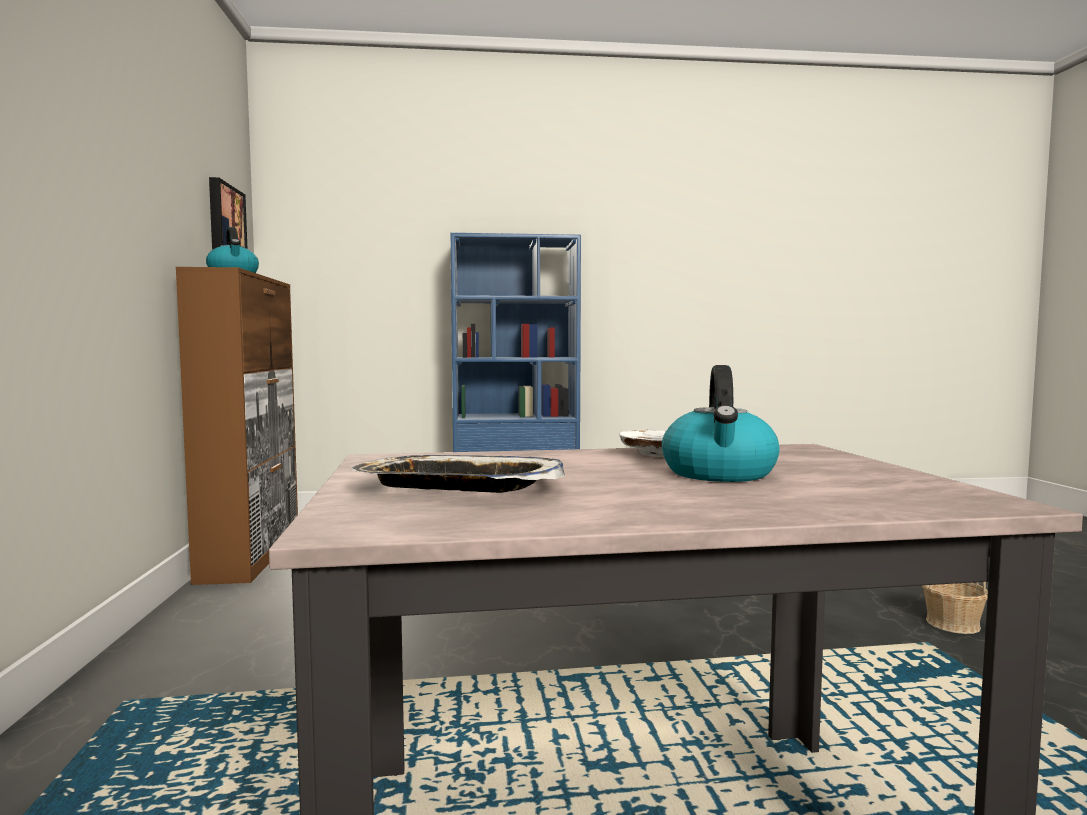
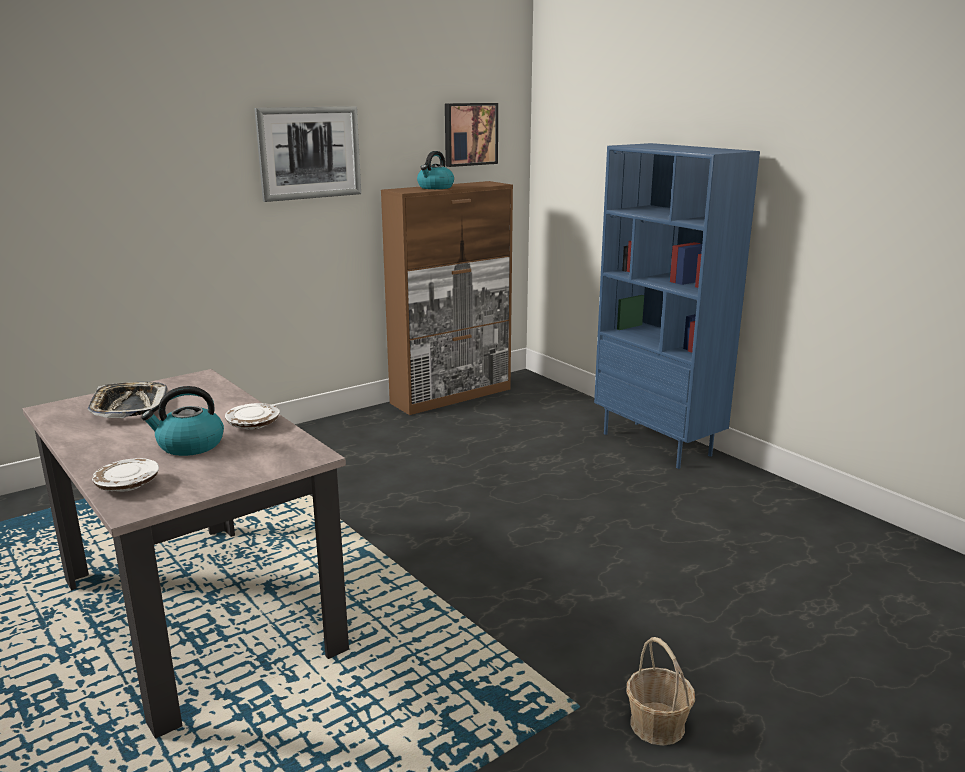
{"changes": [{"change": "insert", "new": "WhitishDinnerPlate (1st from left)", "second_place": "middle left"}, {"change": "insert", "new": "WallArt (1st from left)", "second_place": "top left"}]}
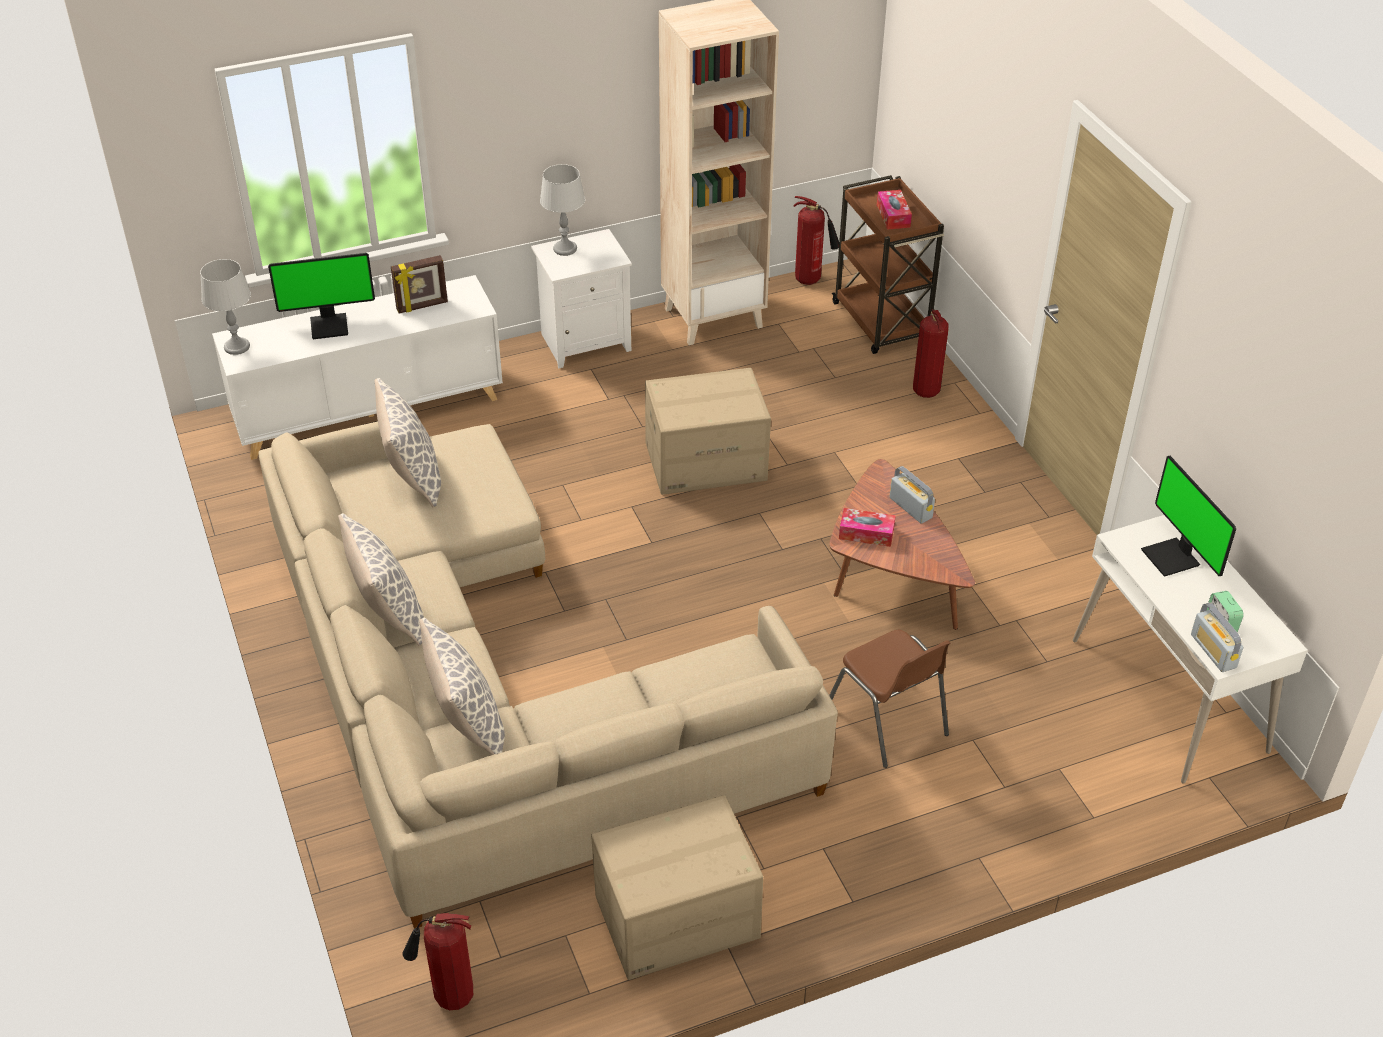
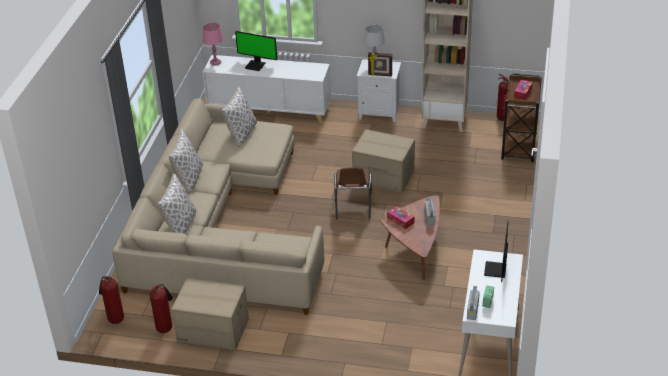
{"changes": [{"change": "recolor", "old": "GreyTabletopLamp (1st from left)", "new": "PinkColouredTabletopLamp", "first_place": "top left", "second_place": "top left"}, {"change": "move", "old": "PictureFrame", "first_place": "top left", "second_place": "top centre"}, {"change": "move", "old": "BrownPlainChair", "first_place": "bottom centre", "second_place": "centre"}, {"change": "move", "old": "Extinguisher (3rd from left in the first image)", "new": "Extinguisher (2nd from left)", "first_place": "middle right", "second_place": "bottom left"}]}
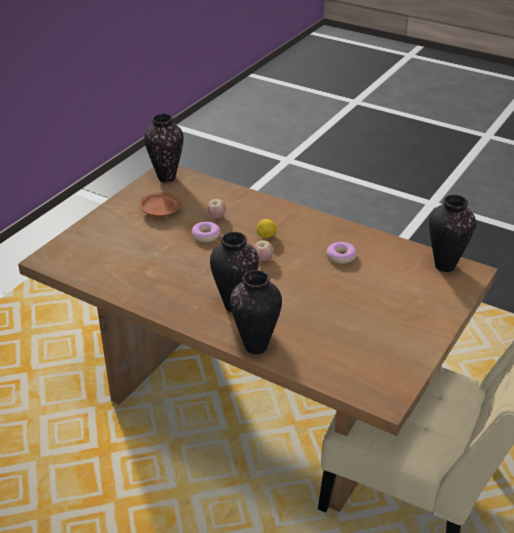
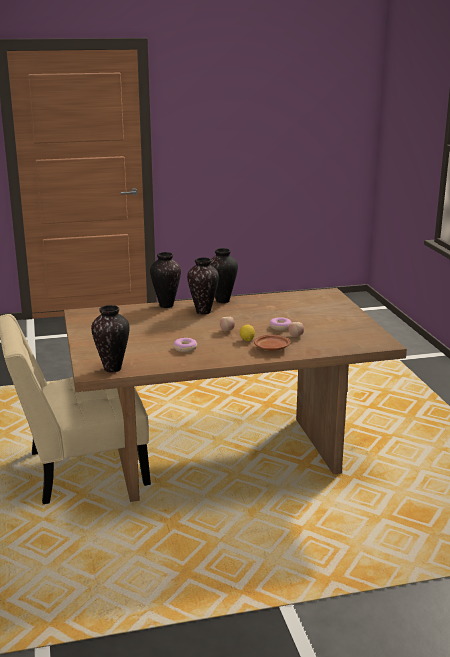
{"changes": [{"change": "move", "old": "BrownDinnerPlate", "first_place": "middle left", "second_place": "centre"}, {"change": "move", "old": "Vase (1st from left in the first image)", "new": "Vase (4th from left)", "first_place": "top left", "second_place": "centre"}]}
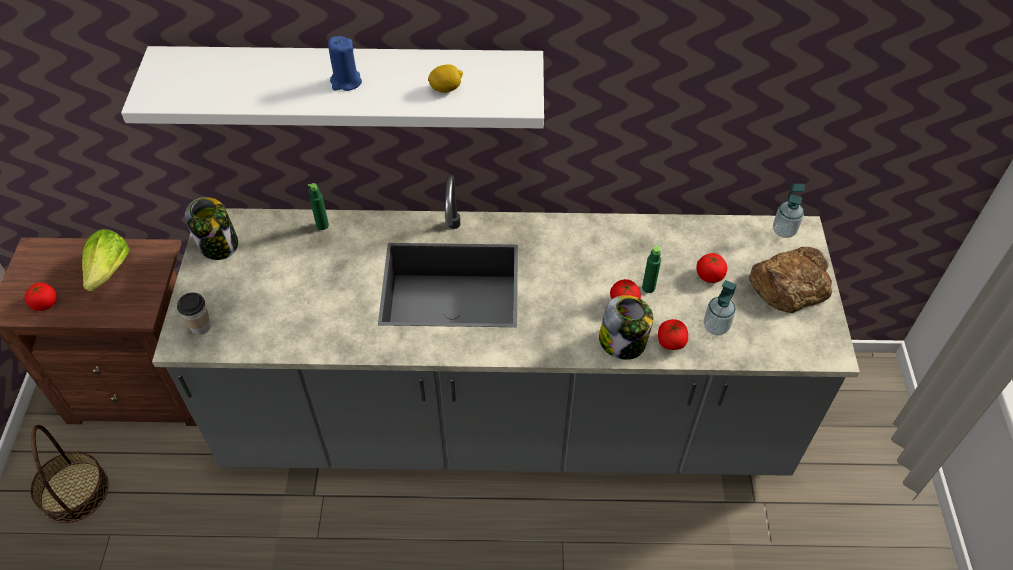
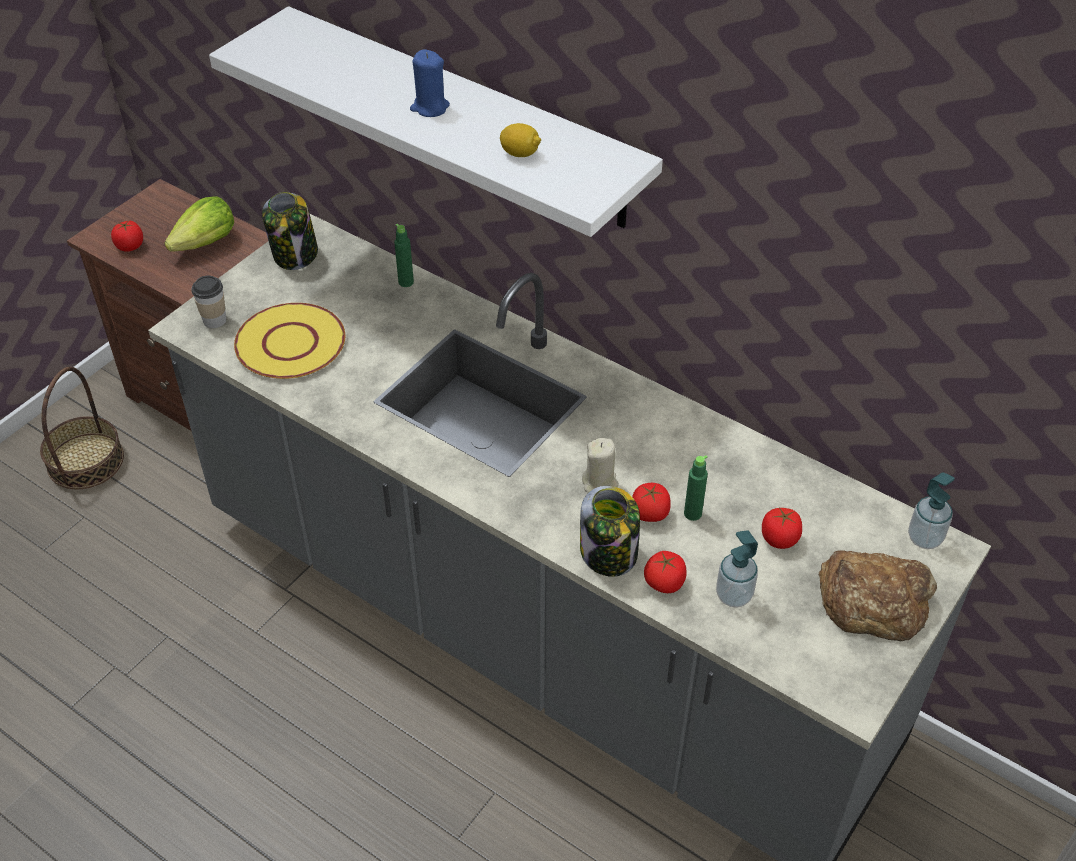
{"changes": [{"change": "insert", "new": "YellowDinnerPlate", "second_place": "middle left"}, {"change": "insert", "new": "BeigeCandle", "second_place": "centre"}]}
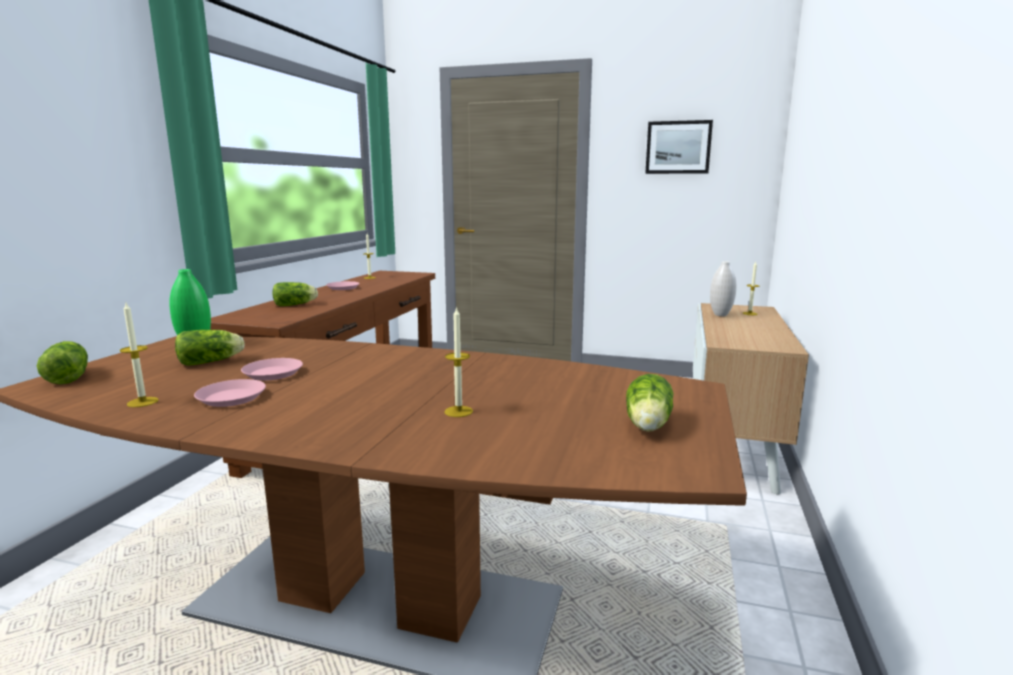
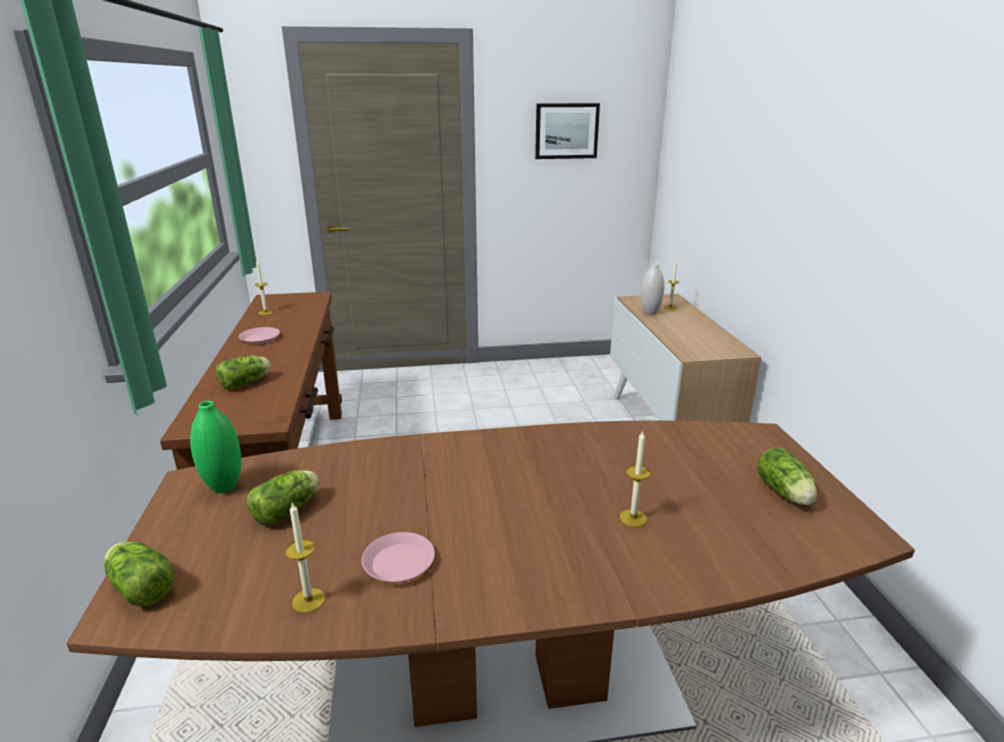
{"changes": [{"change": "delete", "old": "PinkColouredDinnerPlate (2nd from left)", "first_place": "middle left"}]}
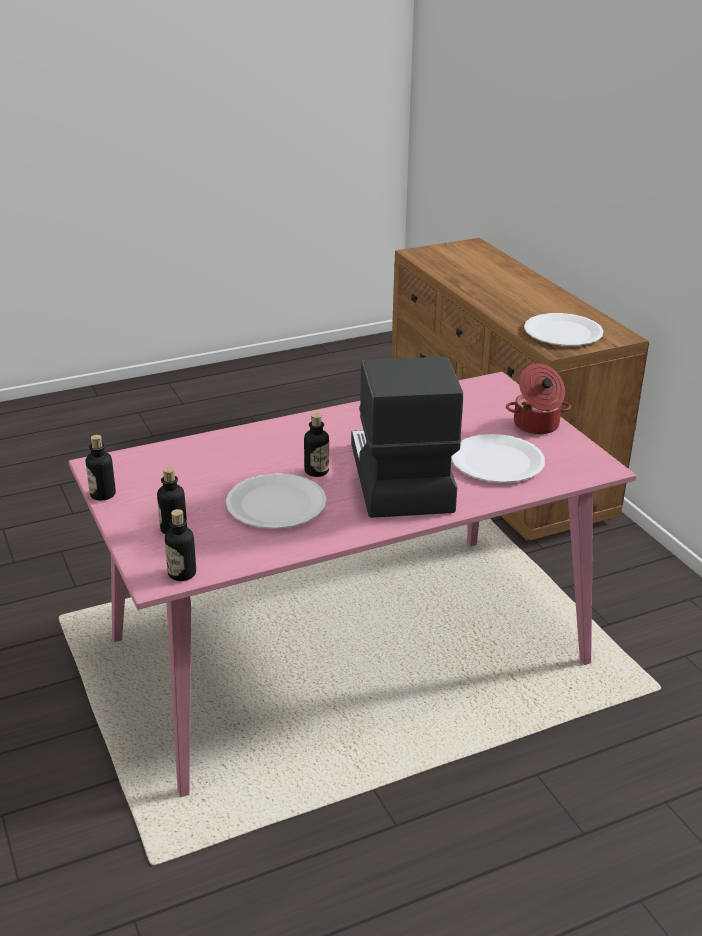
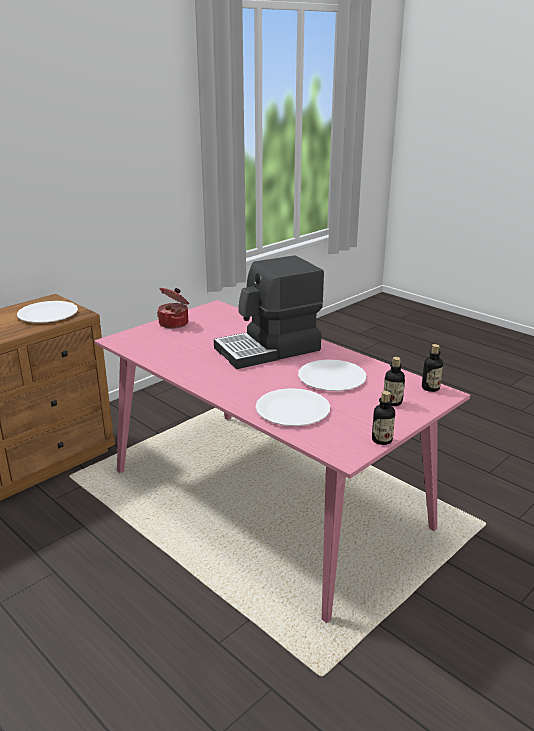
{"changes": [{"change": "delete", "old": "BeverageBottle (4th from left)", "first_place": "centre"}, {"change": "move", "old": "WhitishDinnerPlate (2nd from left)", "first_place": "middle right", "second_place": "centre"}]}
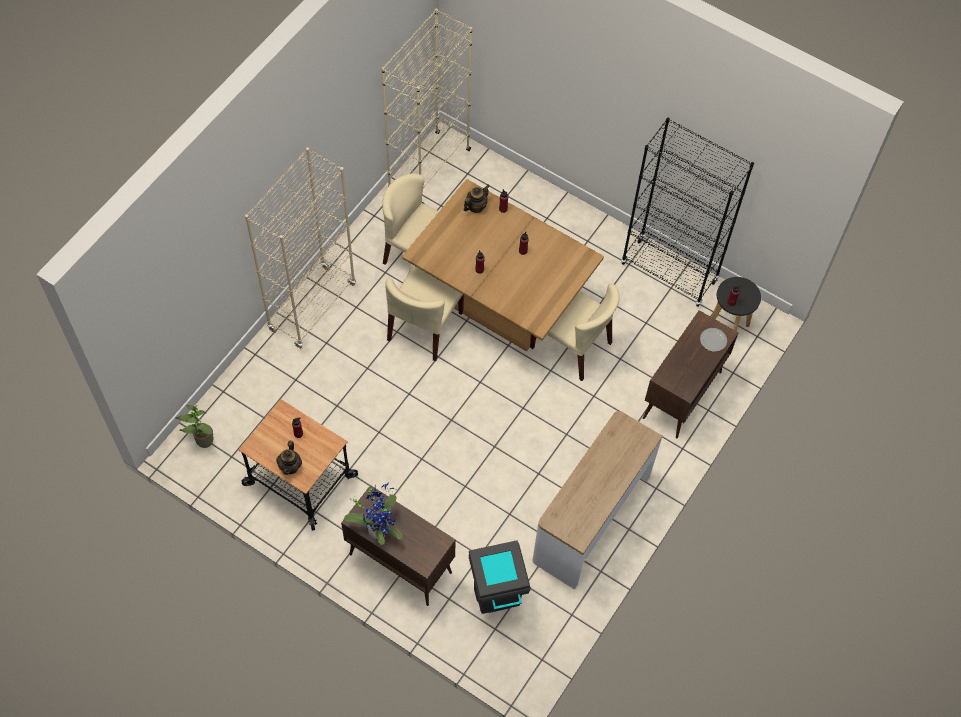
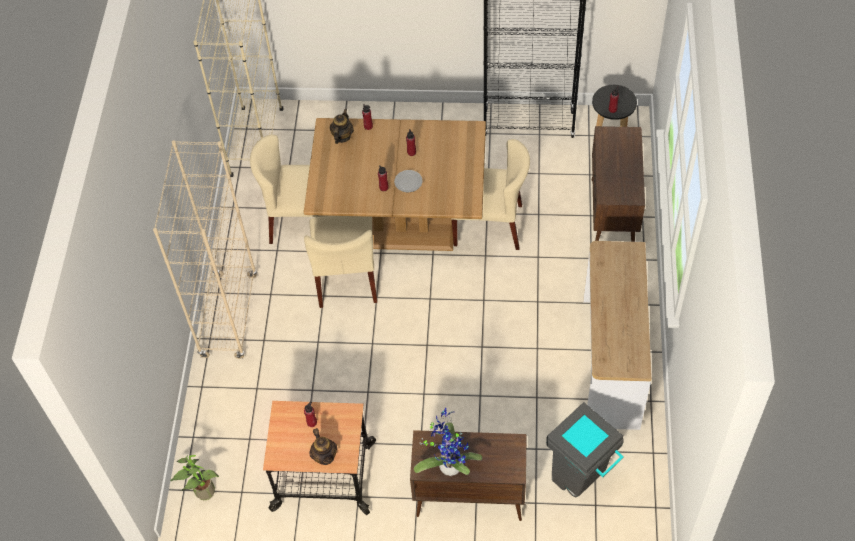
{"changes": [{"change": "move", "old": "DinnerPlate", "first_place": "middle right", "second_place": "centre"}]}
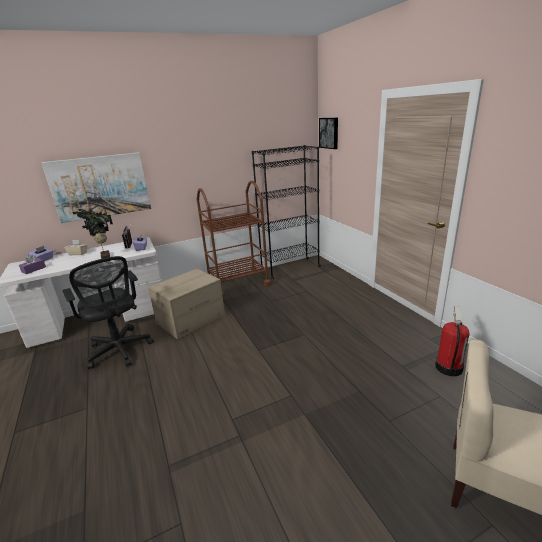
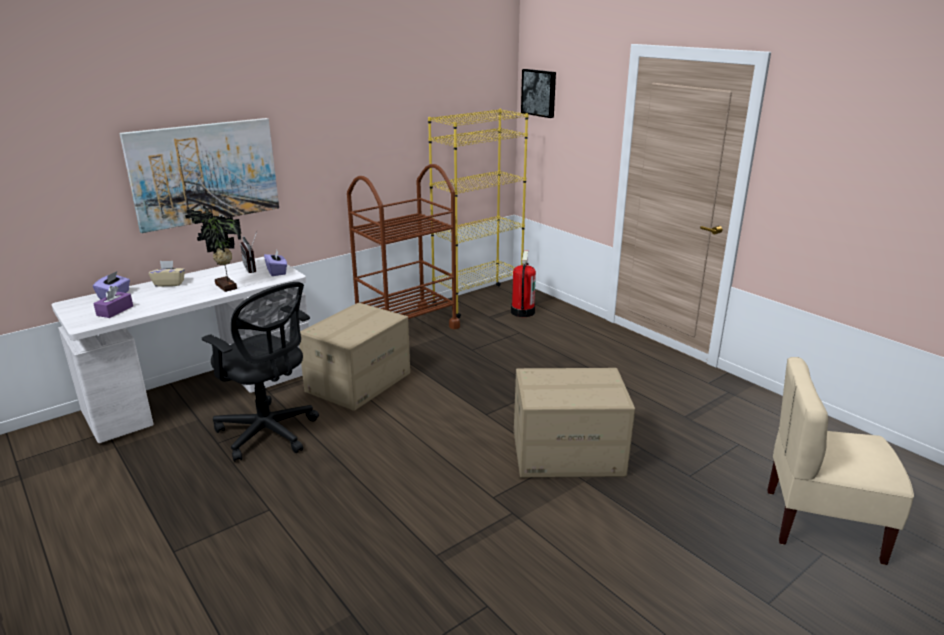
{"changes": [{"change": "recolor", "old": "BlackColouredBookshelf", "new": "YellowBookshelf", "first_place": "centre", "second_place": "centre"}, {"change": "move", "old": "Extinguisher", "first_place": "middle right", "second_place": "centre"}, {"change": "insert", "new": "PackingBox (2nd from left)", "second_place": "centre"}]}
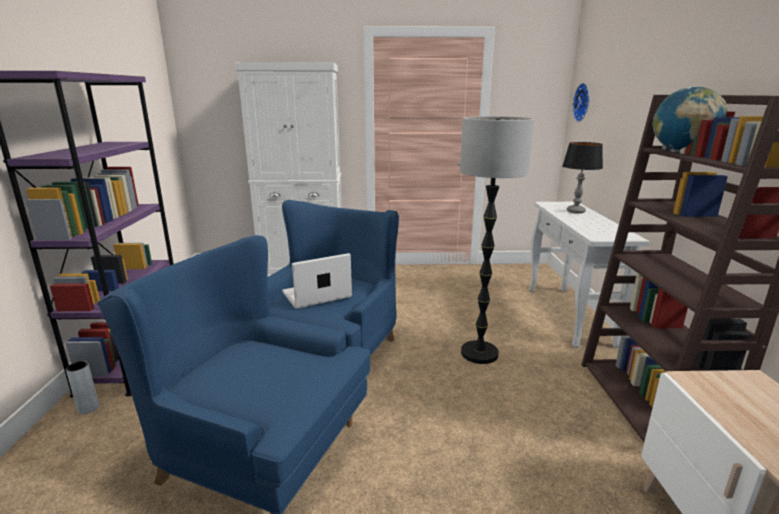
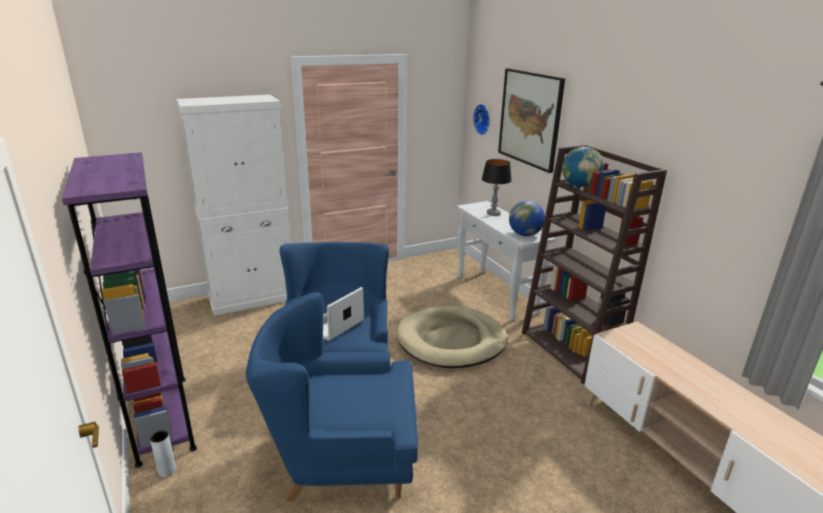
{"changes": [{"change": "replace", "old": "StandardLamp", "new": "BeigeDogCushion", "first_place": "centre", "second_place": "centre"}, {"change": "insert", "new": "WallArt", "second_place": "top centre"}, {"change": "insert", "new": "WorldGlobe (1st from left)", "second_place": "centre"}]}
